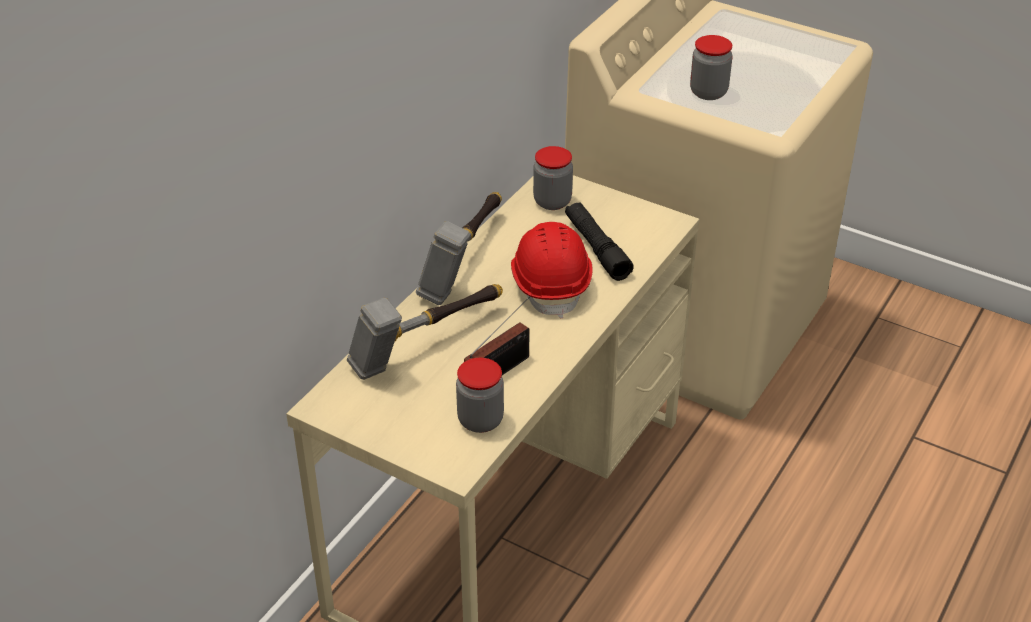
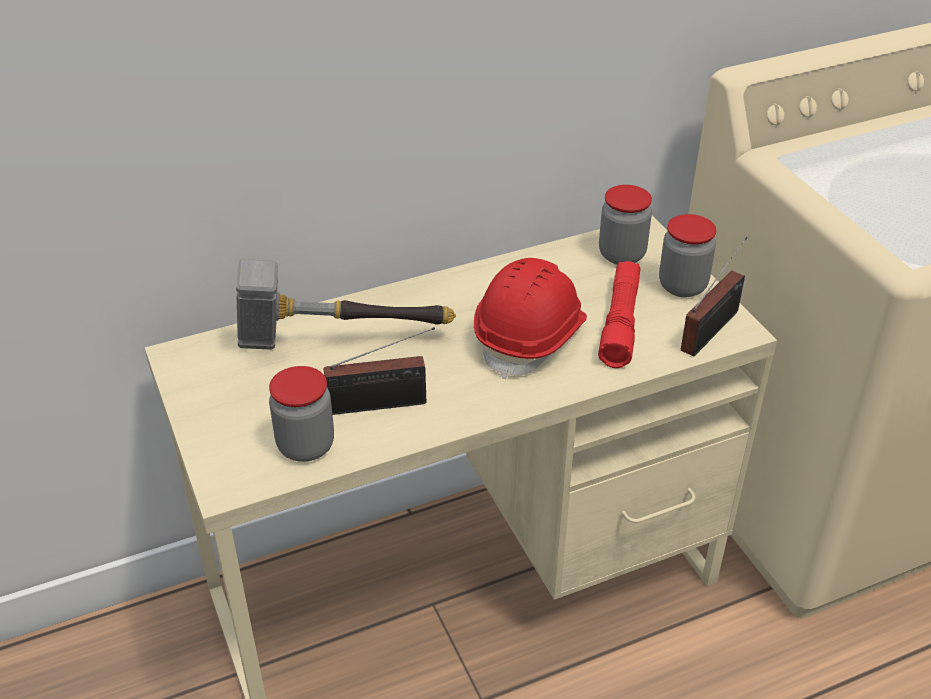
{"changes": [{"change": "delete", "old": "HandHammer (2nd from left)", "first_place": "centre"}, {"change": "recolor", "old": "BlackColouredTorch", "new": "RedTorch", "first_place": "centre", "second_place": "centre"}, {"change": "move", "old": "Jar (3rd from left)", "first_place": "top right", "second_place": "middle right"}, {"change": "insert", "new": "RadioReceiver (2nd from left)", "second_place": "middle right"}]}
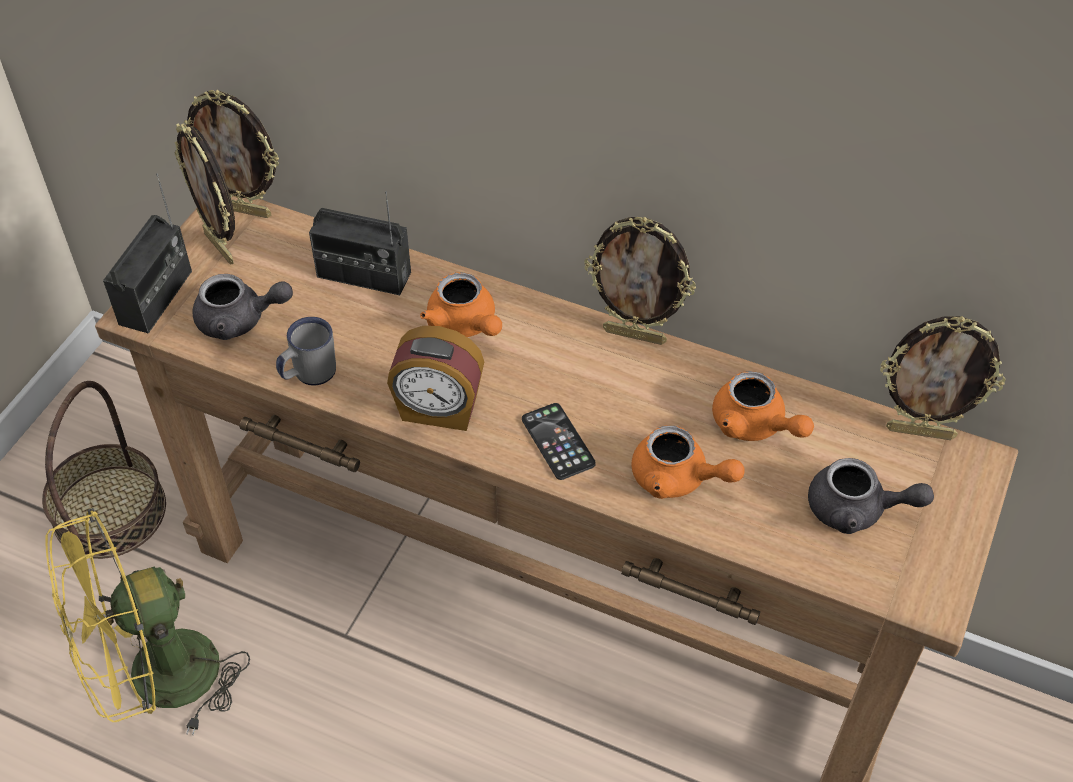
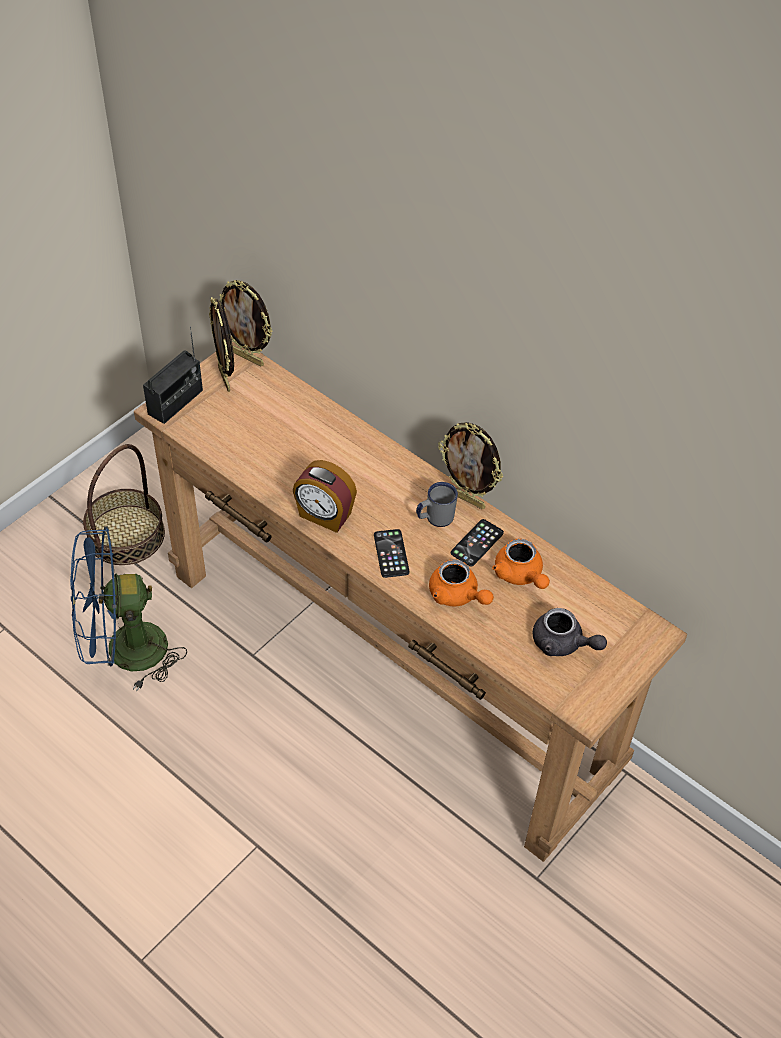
{"changes": [{"change": "recolor", "old": "YellowCoolingFan", "new": "BlueCoolingFan", "first_place": "bottom left", "second_place": "middle left"}, {"change": "delete", "old": "GreyPotForTea (1st from left)", "first_place": "middle left"}, {"change": "move", "old": "GreyTeaMug", "first_place": "middle left", "second_place": "centre"}, {"change": "delete", "old": "RadioReceiver (2nd from left)", "first_place": "top centre"}, {"change": "delete", "old": "OrangeColouredPotForTea (1st from left)", "first_place": "centre"}, {"change": "delete", "old": "PictureFrame (4th from left)", "first_place": "middle right"}, {"change": "insert", "new": "Telephone (2nd from left)", "second_place": "centre"}]}
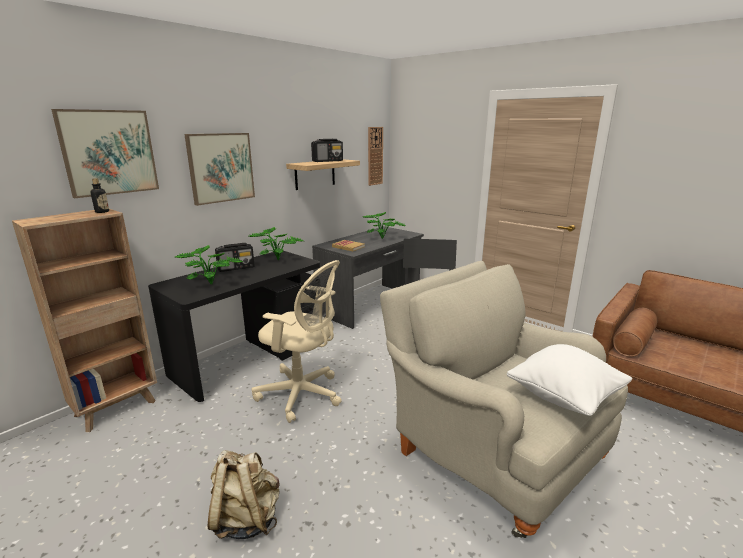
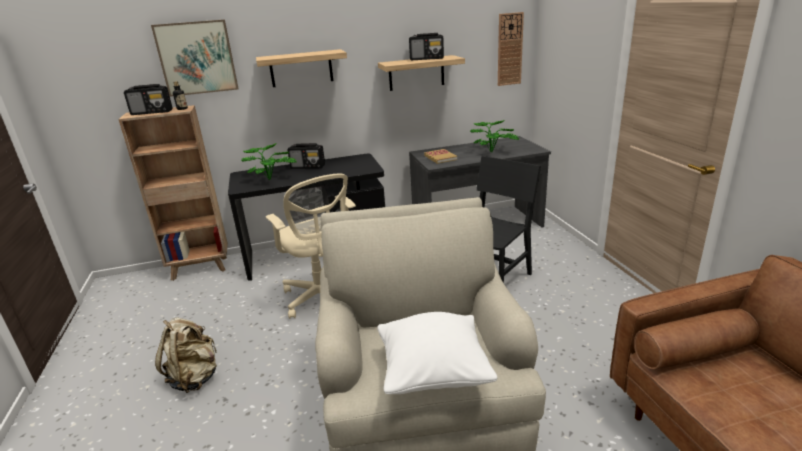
{"changes": [{"change": "replace", "old": "WallArt (2nd from left)", "new": "WallShelf (1st from left)", "first_place": "top left", "second_place": "top centre"}, {"change": "delete", "old": "PottedPlant (2nd from left)", "first_place": "centre"}, {"change": "insert", "new": "RadioReceiver (1st from left)", "second_place": "top left"}]}
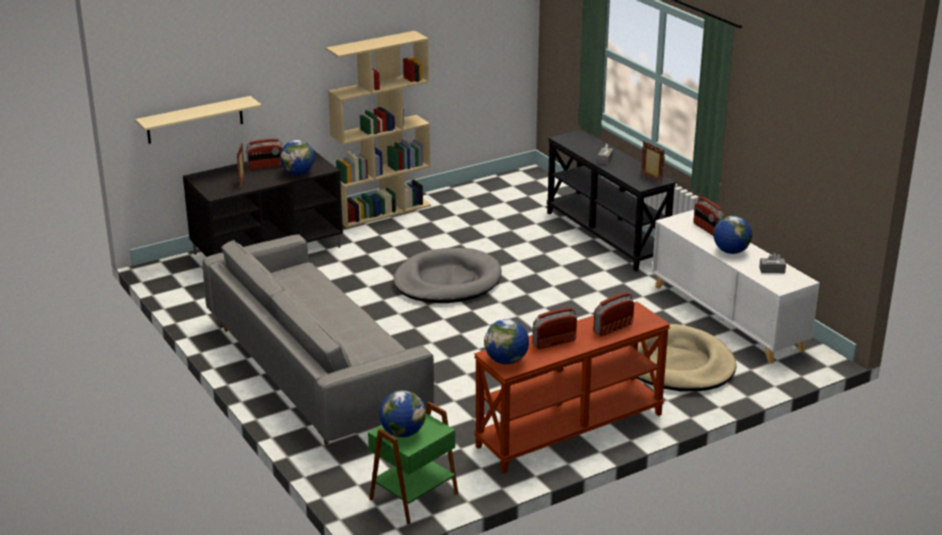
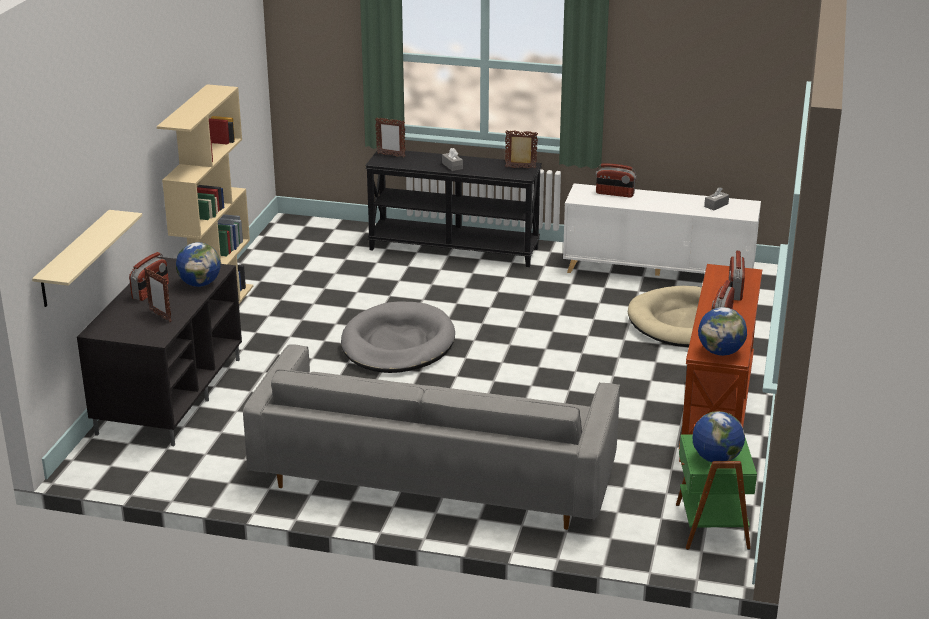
{"changes": [{"change": "delete", "old": "WorldGlobe (4th from left)", "first_place": "middle right"}, {"change": "insert", "new": "PictureFrame (2nd from left)", "second_place": "top centre"}]}
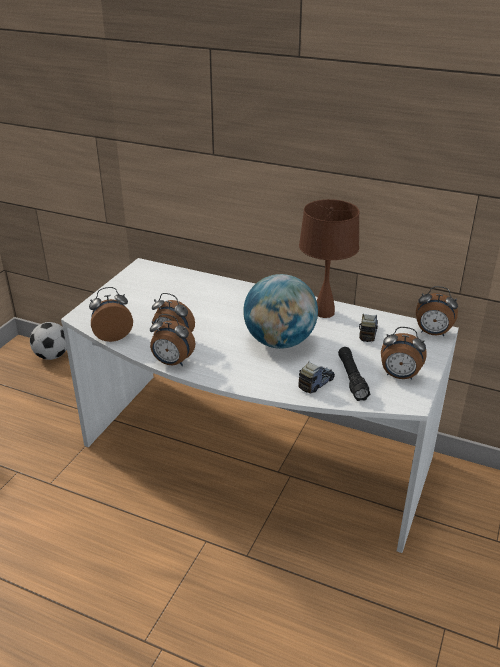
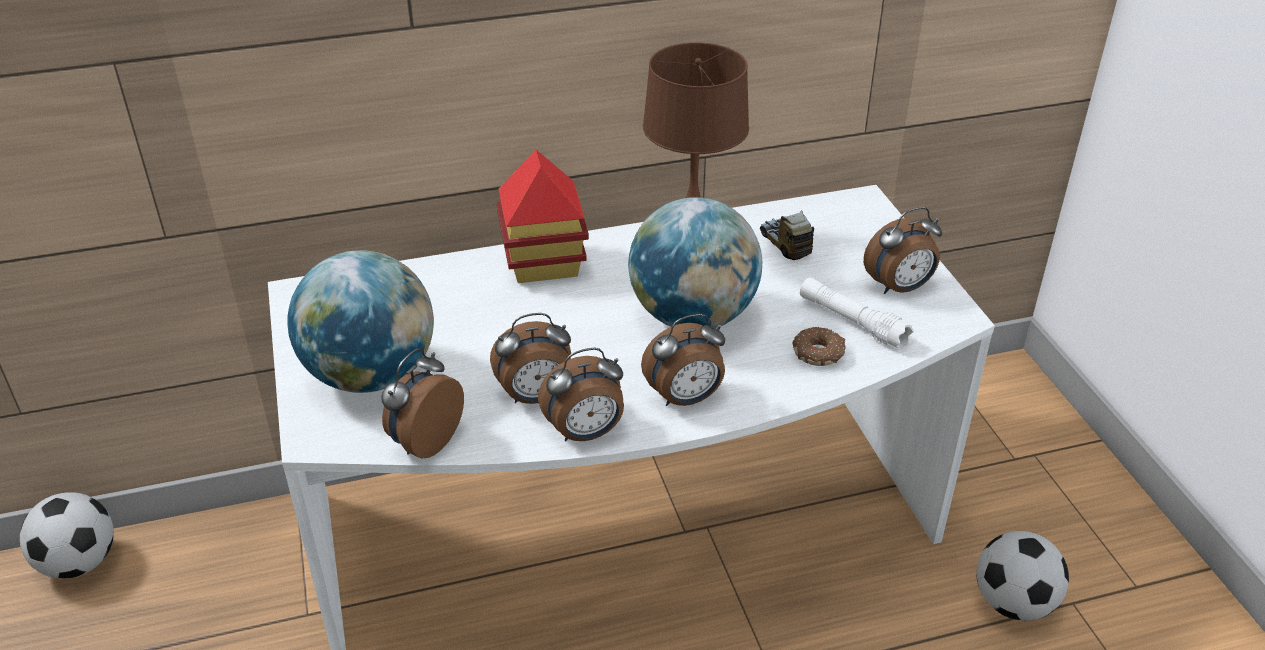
{"changes": [{"change": "replace", "old": "ToyLorry (1st from left)", "new": "Doughnut", "first_place": "centre", "second_place": "centre"}, {"change": "recolor", "old": "BlackColouredTorch", "new": "WhitishTorch", "first_place": "middle right", "second_place": "middle right"}, {"change": "move", "old": "BedsideClock (5th from left in the first image)", "new": "BedsideClock (4th from left)", "first_place": "middle right", "second_place": "centre"}, {"change": "insert", "new": "WorldGlobe (1st from left)", "second_place": "middle left"}, {"change": "insert", "new": "MiniatureHouse", "second_place": "top centre"}, {"change": "insert", "new": "FootballBall (2nd from left)", "second_place": "bottom right"}]}
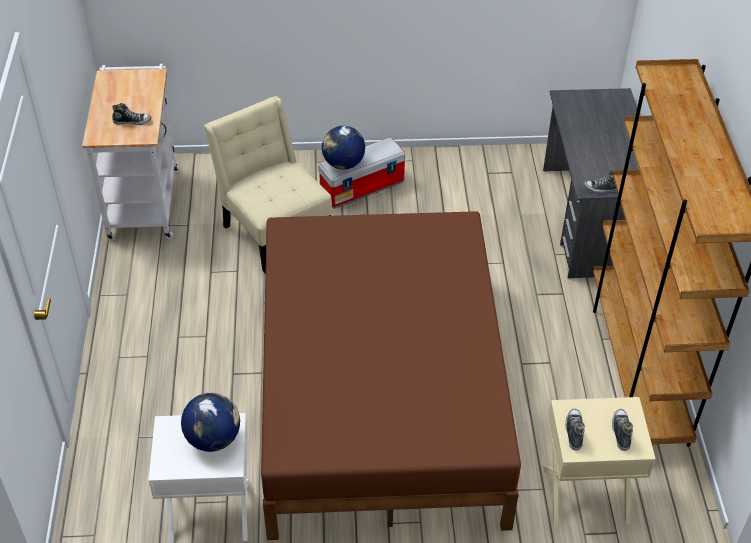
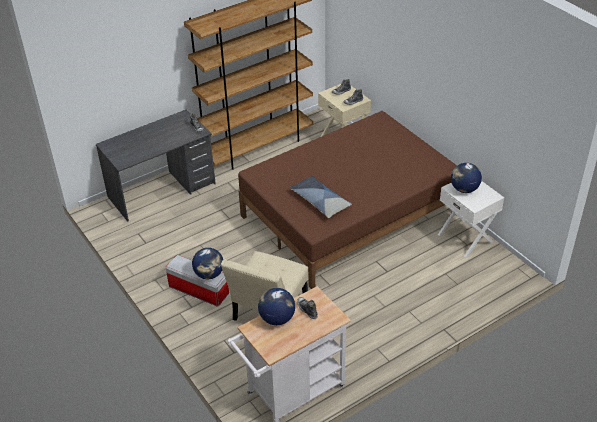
{"changes": [{"change": "insert", "new": "WorldGlobe (2nd from left)", "second_place": "bottom centre"}, {"change": "insert", "new": "Pillow", "second_place": "centre"}]}
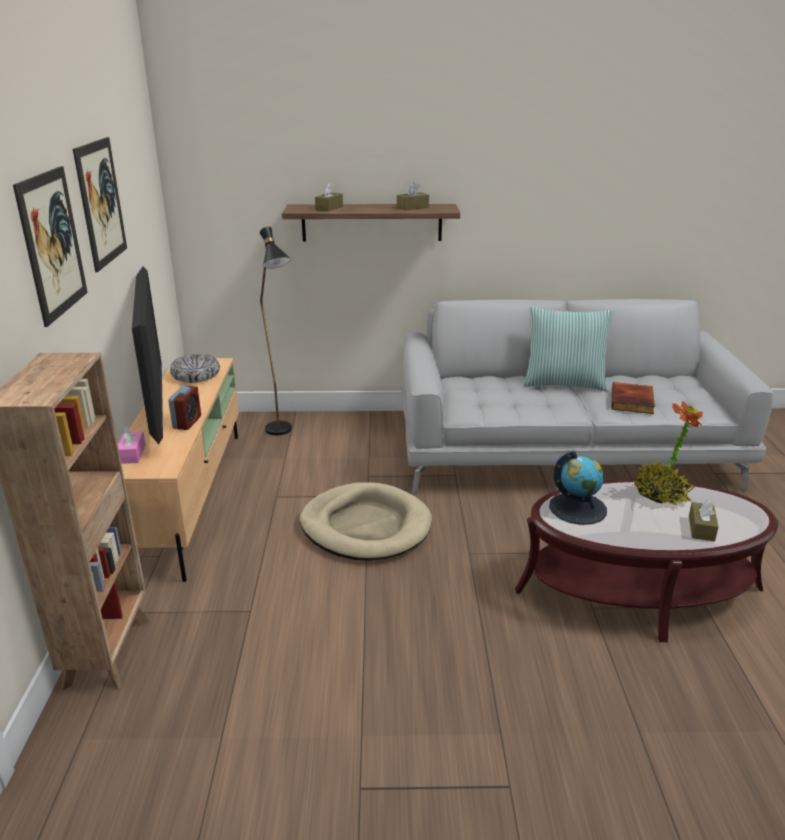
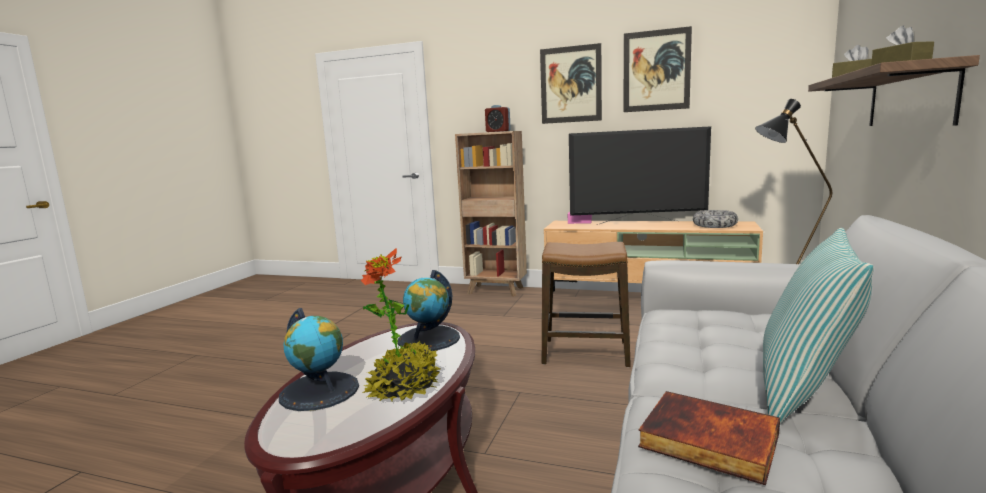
{"changes": [{"change": "move", "old": "BedsideClock", "first_place": "middle left", "second_place": "top centre"}, {"change": "replace", "old": "BeigeDogCushion", "new": "SittingStool", "first_place": "centre", "second_place": "centre"}, {"change": "replace", "old": "BrownTissueHolder (3rd from left)", "new": "WorldGlobe (1st from left)", "first_place": "middle right", "second_place": "bottom left"}]}
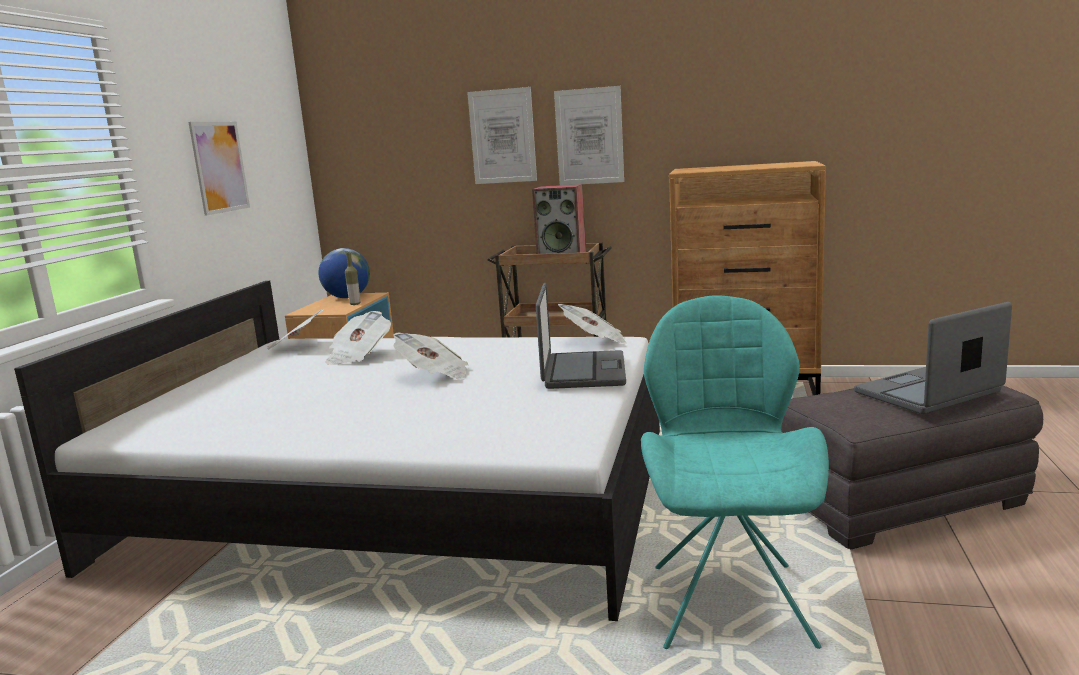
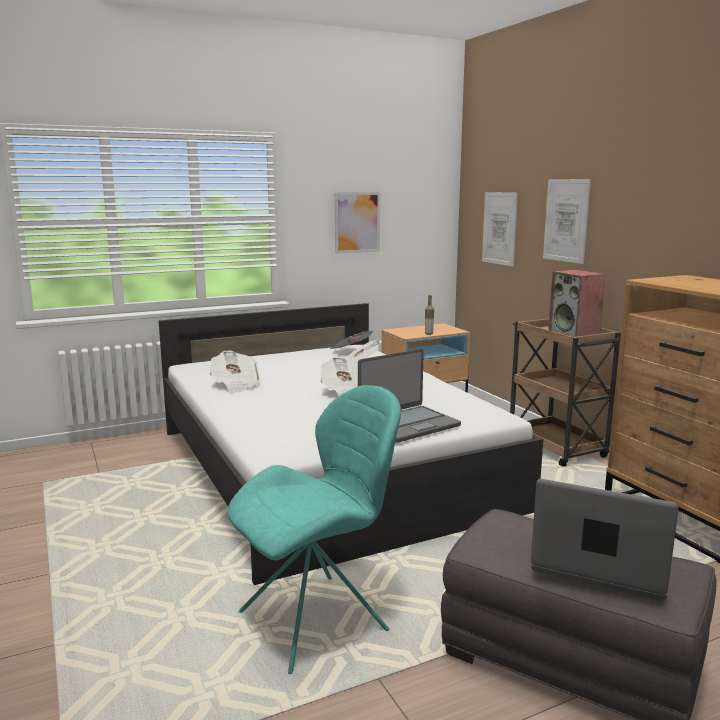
{"changes": [{"change": "delete", "old": "WorldGlobe", "first_place": "middle left"}, {"change": "move", "old": "WallArt (3rd from left in the first image)", "new": "WallArt (2nd from left)", "first_place": "top centre", "second_place": "top right"}, {"change": "move", "old": "PrintedPaper (4th from left in the first image)", "new": "PrintedPaper (1st from left)", "first_place": "centre", "second_place": "middle left"}]}
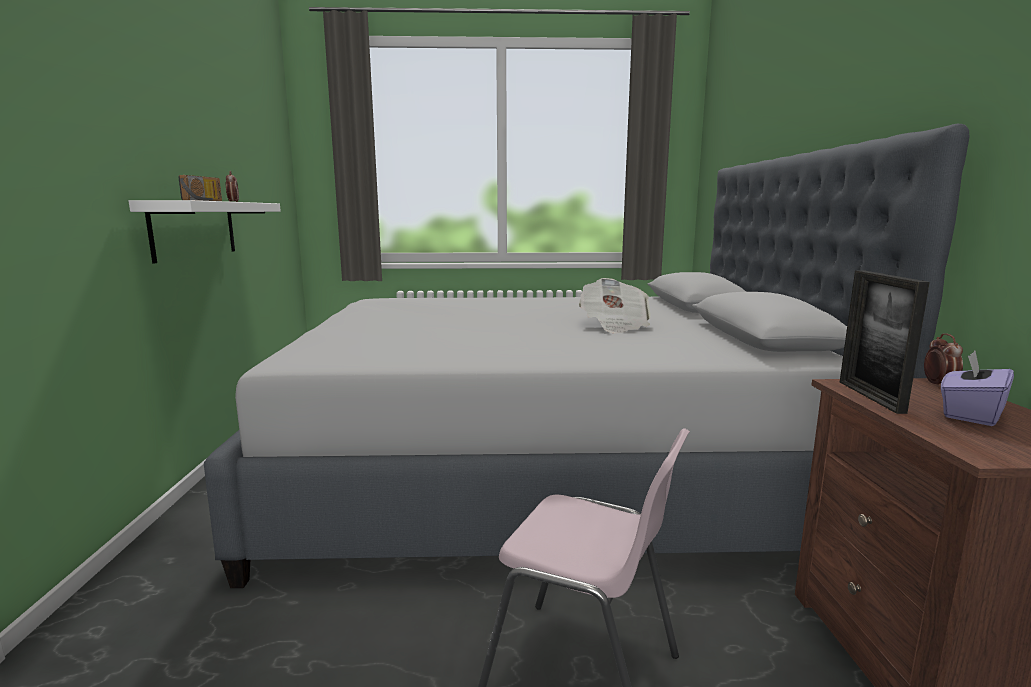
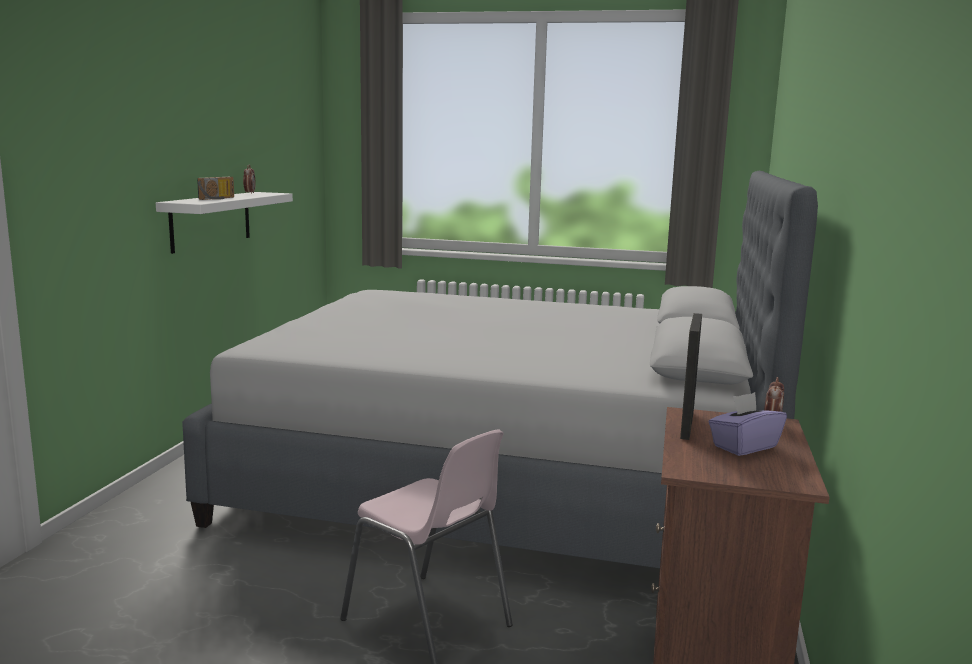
{"changes": [{"change": "delete", "old": "PrintedPaper", "first_place": "centre"}]}
